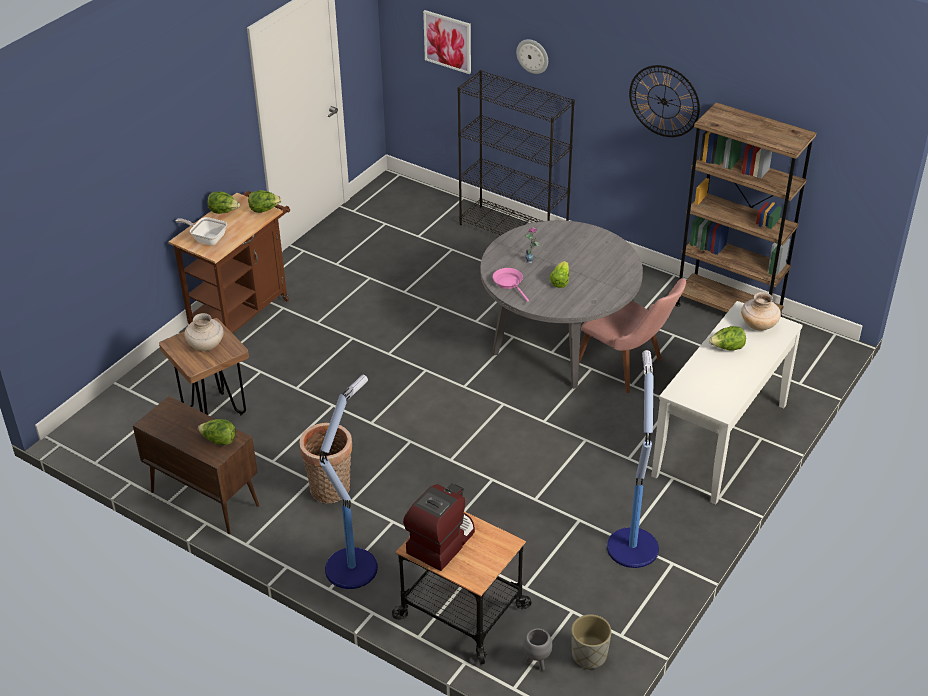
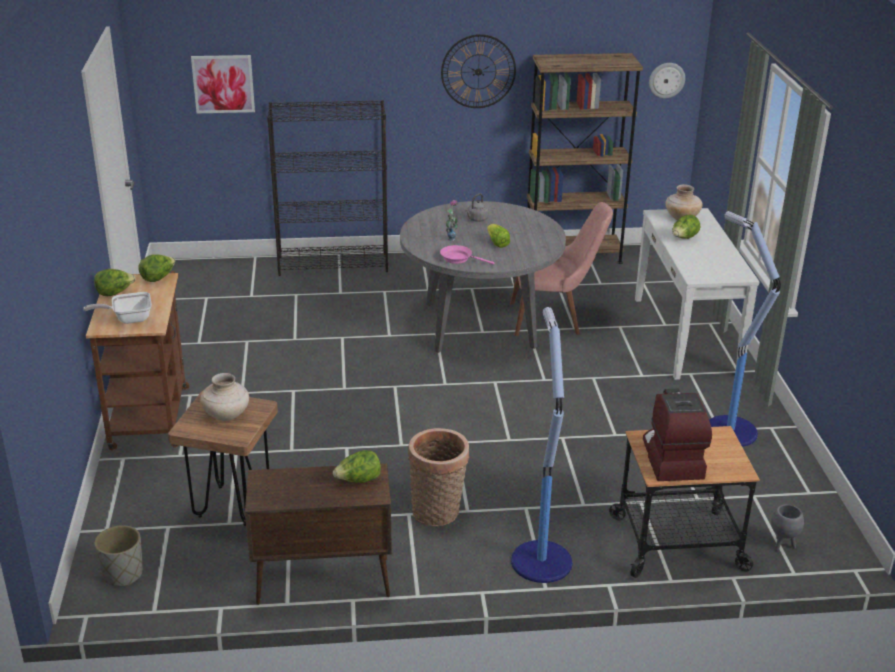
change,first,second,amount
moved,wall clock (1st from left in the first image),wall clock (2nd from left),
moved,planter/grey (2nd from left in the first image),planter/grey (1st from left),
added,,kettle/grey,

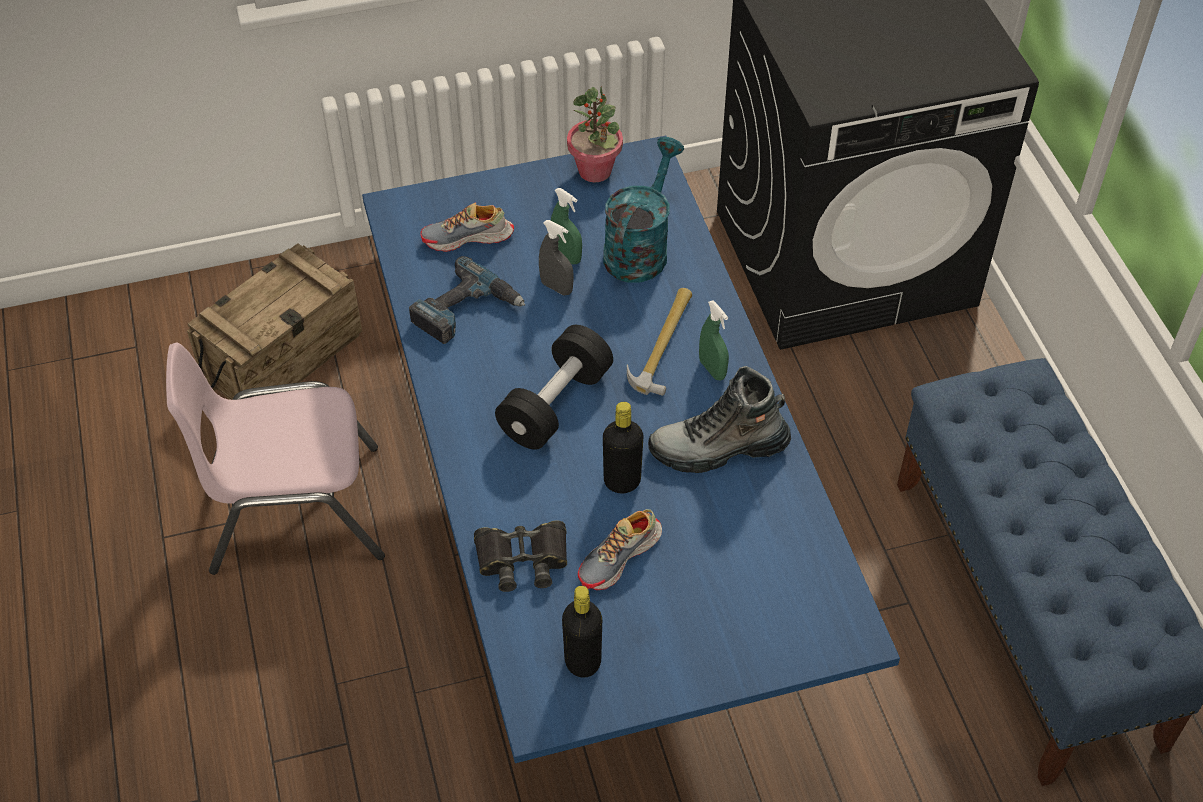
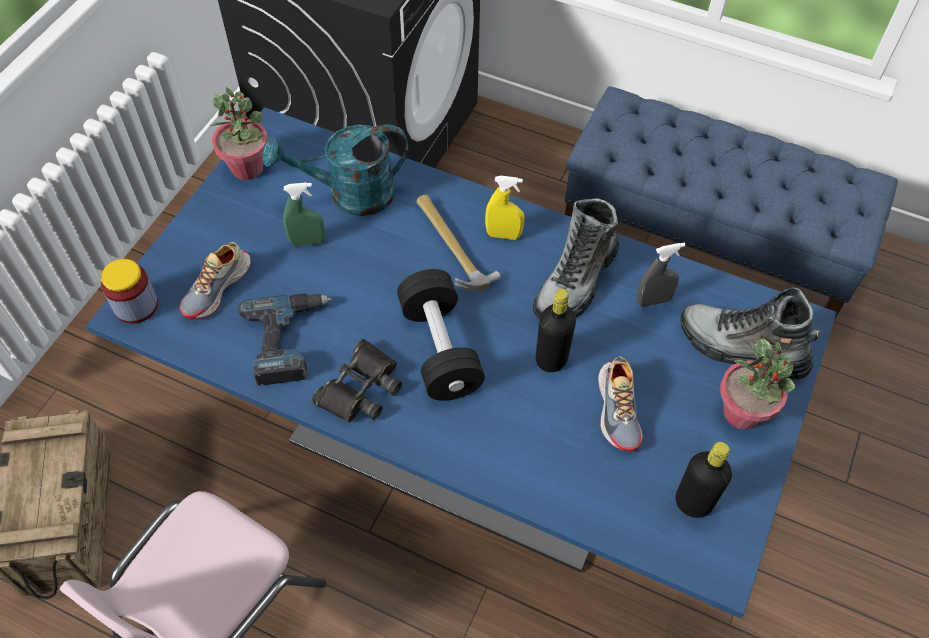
change,first,second,amount
turned,watering can/turquoise,,75 degrees counterclockwise
moved,spray bottle/grey,,
recoloured,spray bottle/green (2nd from left),spray bottle/yellow,
moved,binoculars/black,,
added,,jar,
added,,boot (2nd from left),
added,,potted plant (2nd from left),

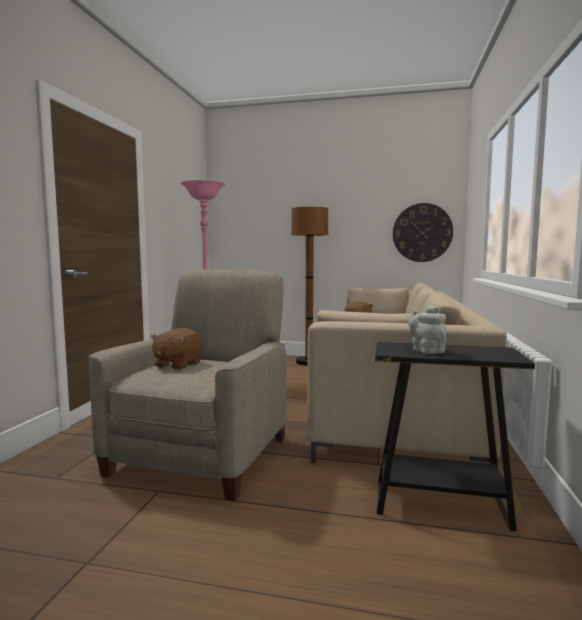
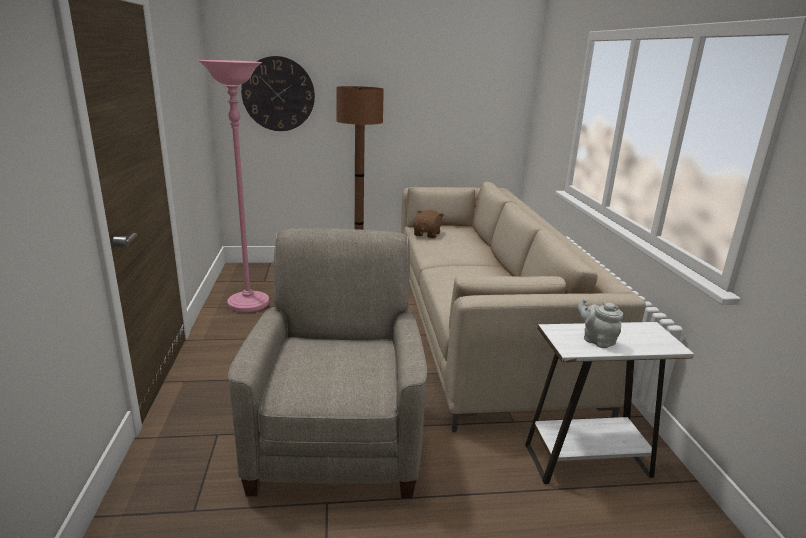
change,first,second,amount
moved,wall clock,,
removed,plush toy/brown (1st from left),,
recoloured,side table/black,side table/white,

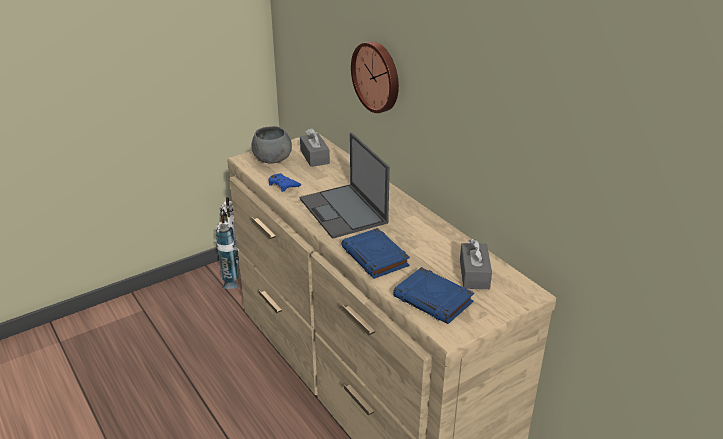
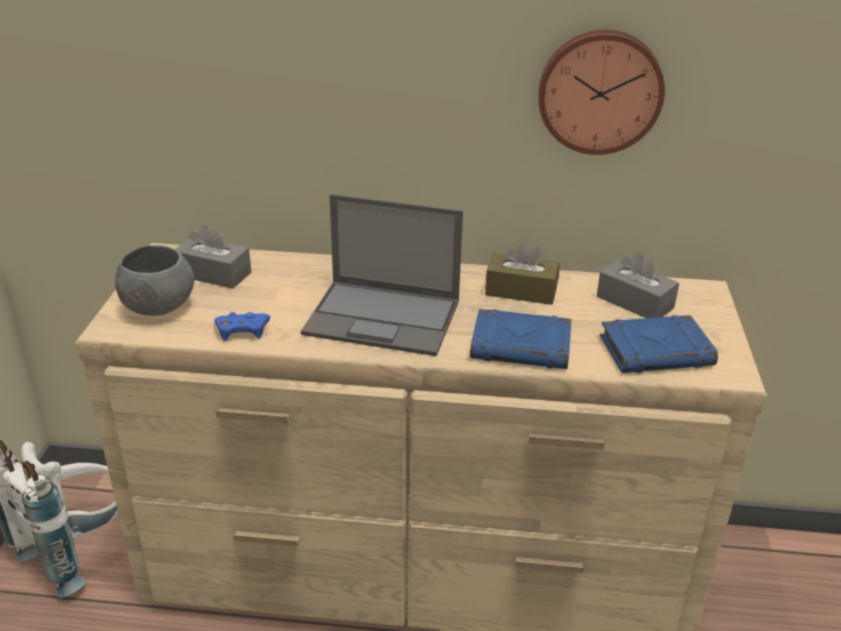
change,first,second,amount
moved,wall clock,,
added,,tissue box/brown,

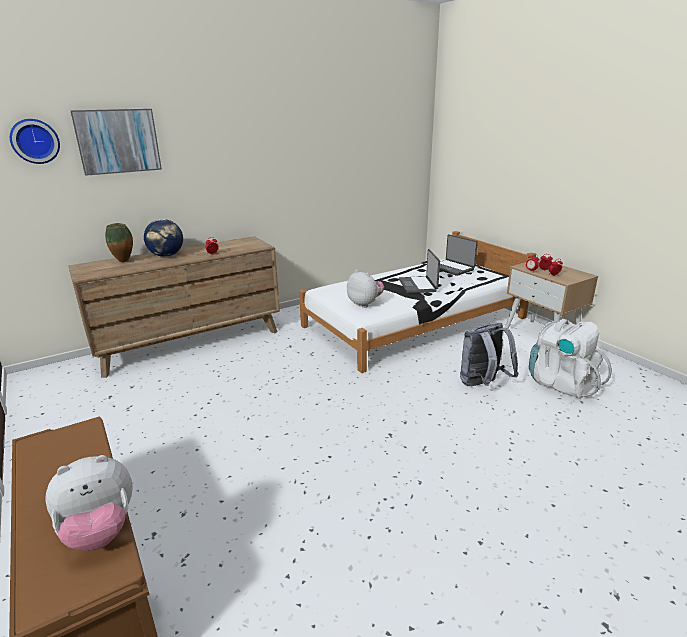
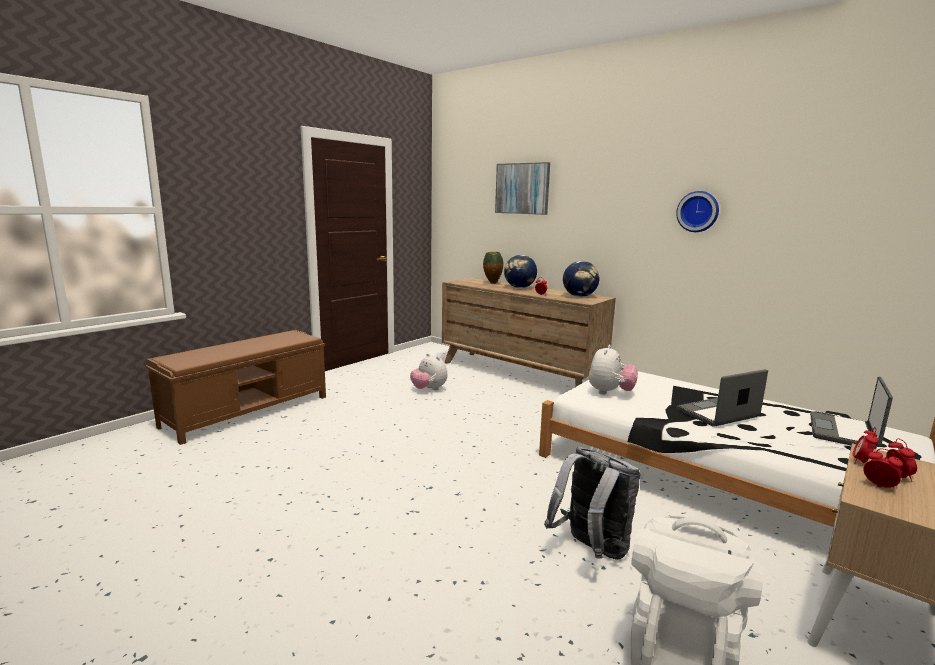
change,first,second,amount
moved,wall clock,,
moved,plush toy (1st from left),,
added,,globe (2nd from left),

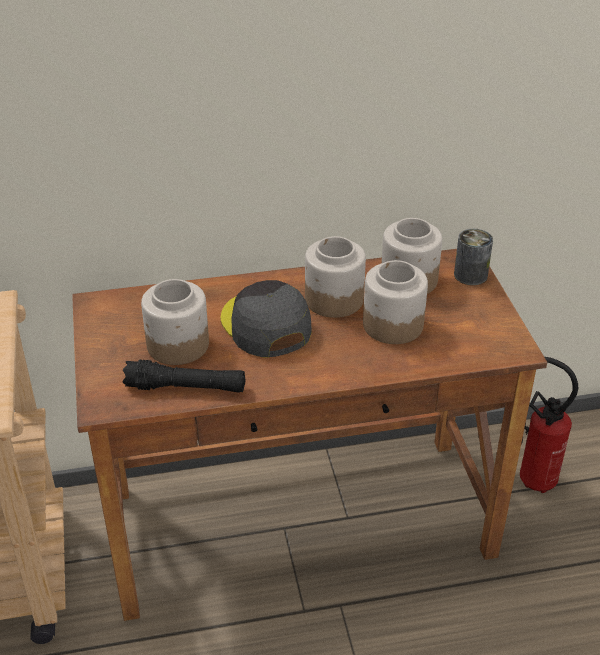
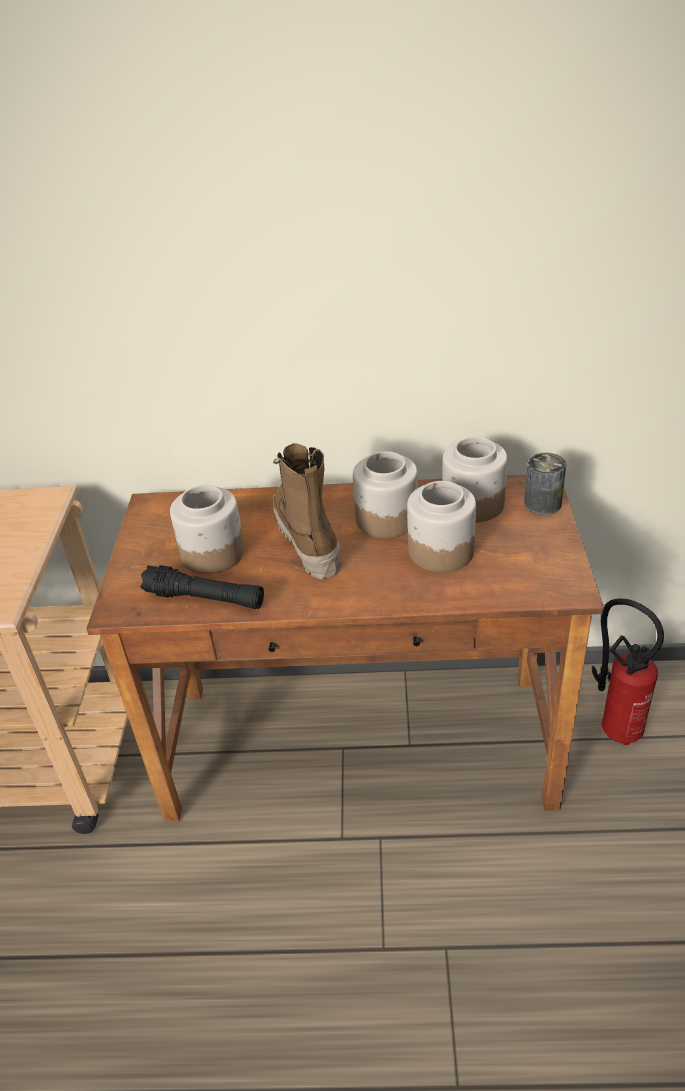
change,first,second,amount
replaced,cap/grey,boot,

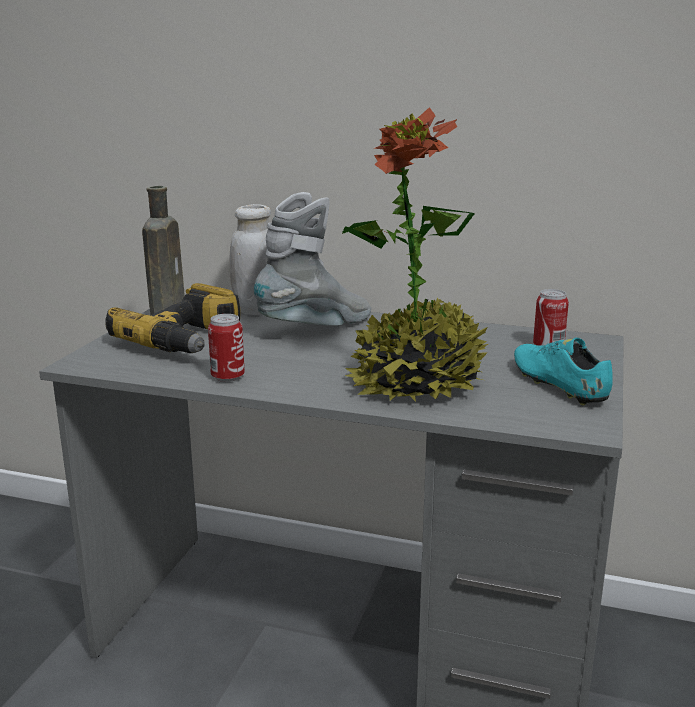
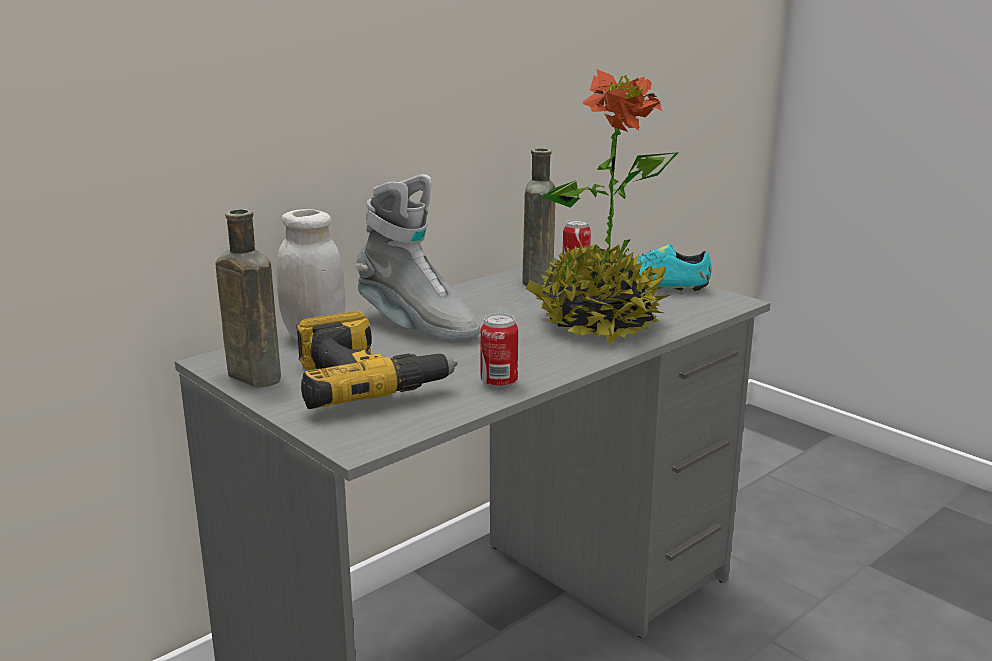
change,first,second,amount
turned,boot/grey,,135 degrees clockwise
added,,bottle/brown (2nd from left),

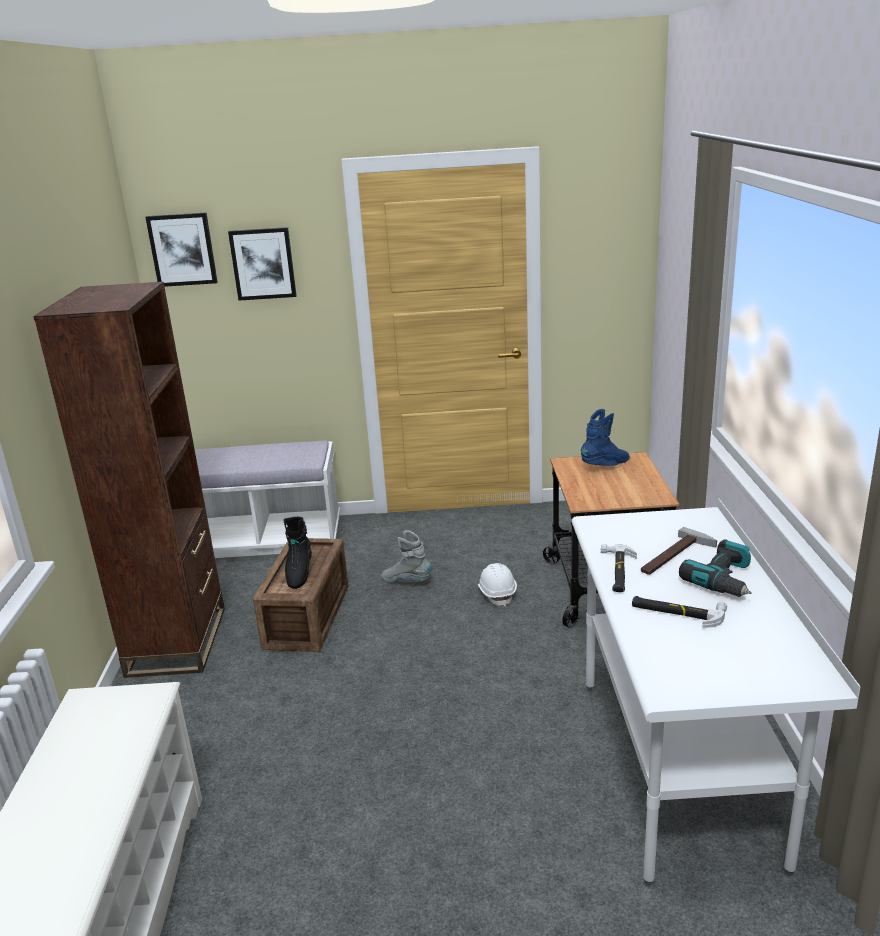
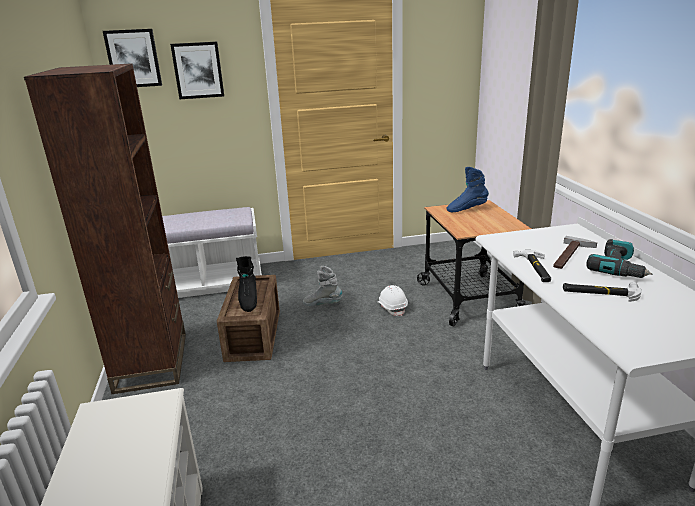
change,first,second,amount
turned,boot/blue,,150 degrees counterclockwise

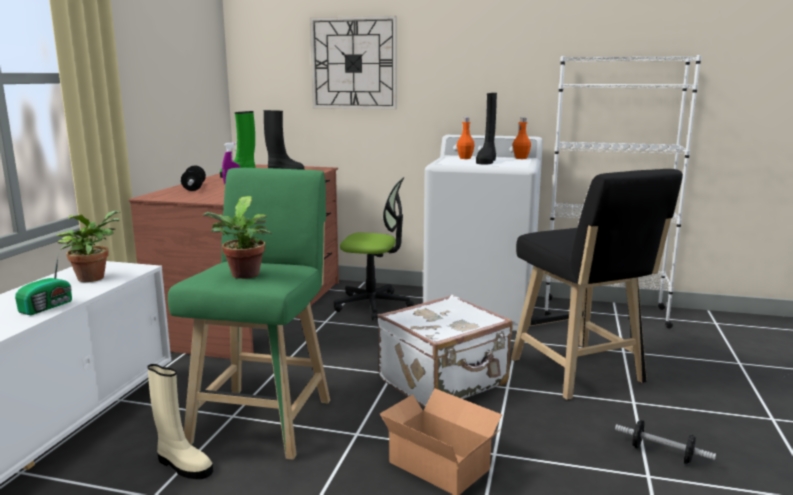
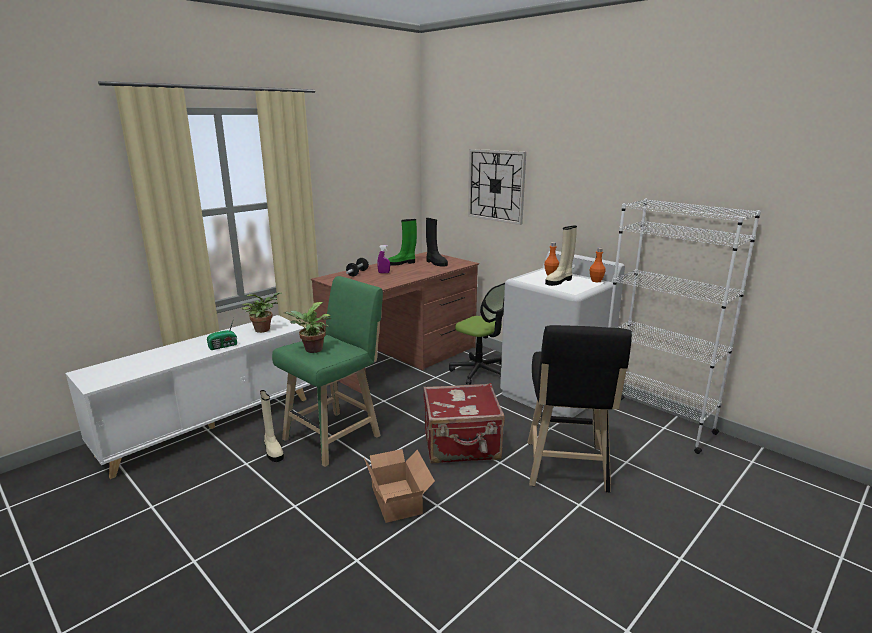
change,first,second,amount
recoloured,boot/black (2nd from left),boot/beige (2nd from left),
recoloured,suitcase/white,suitcase/red,
removed,dumbbell (2nd from left),,

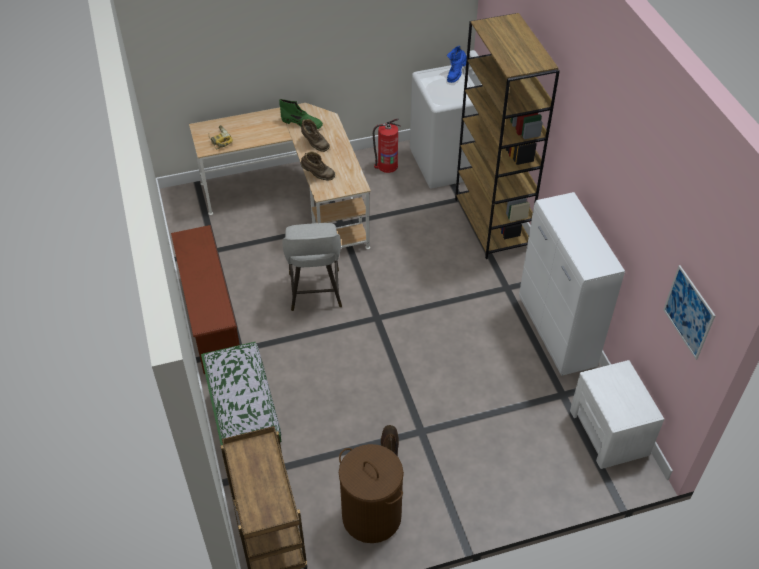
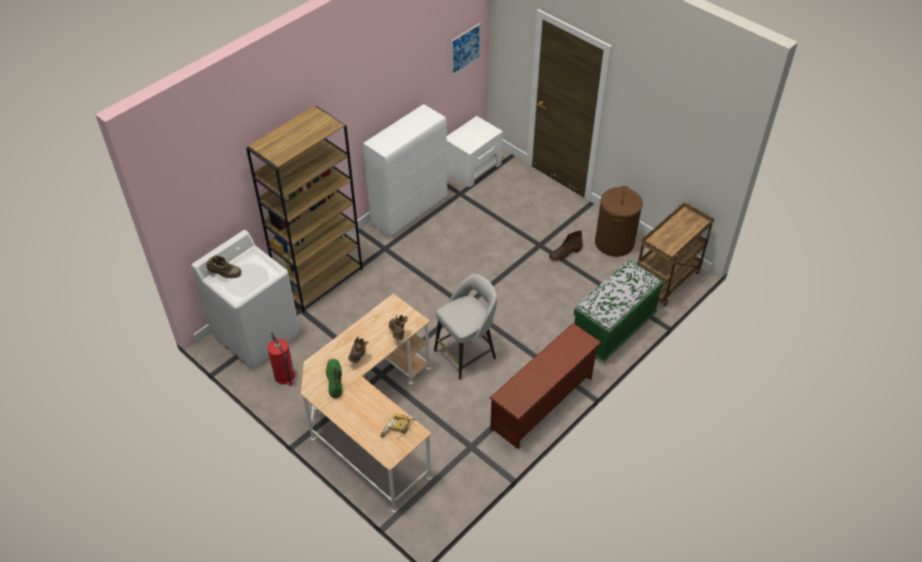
change,first,second,amount
recoloured,boot/blue,boot/brown (1st from left),

